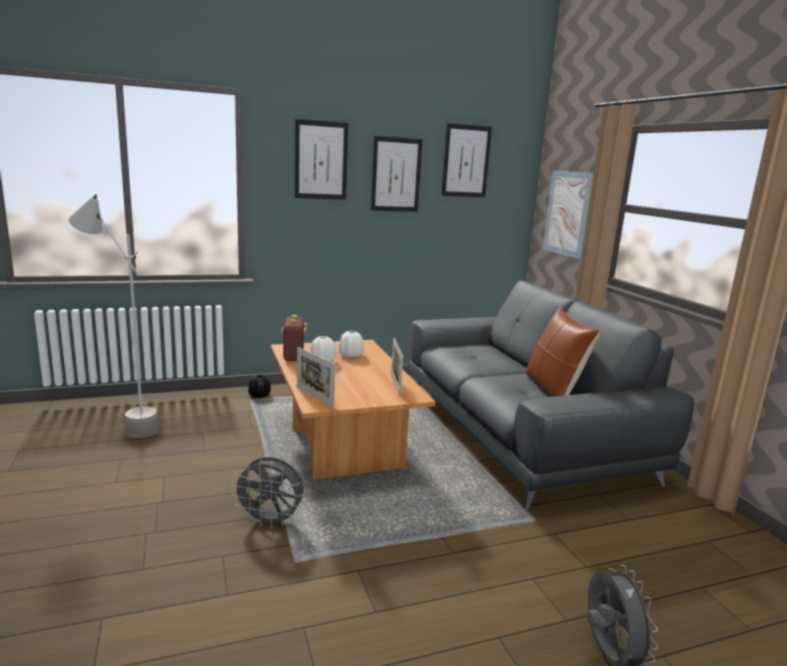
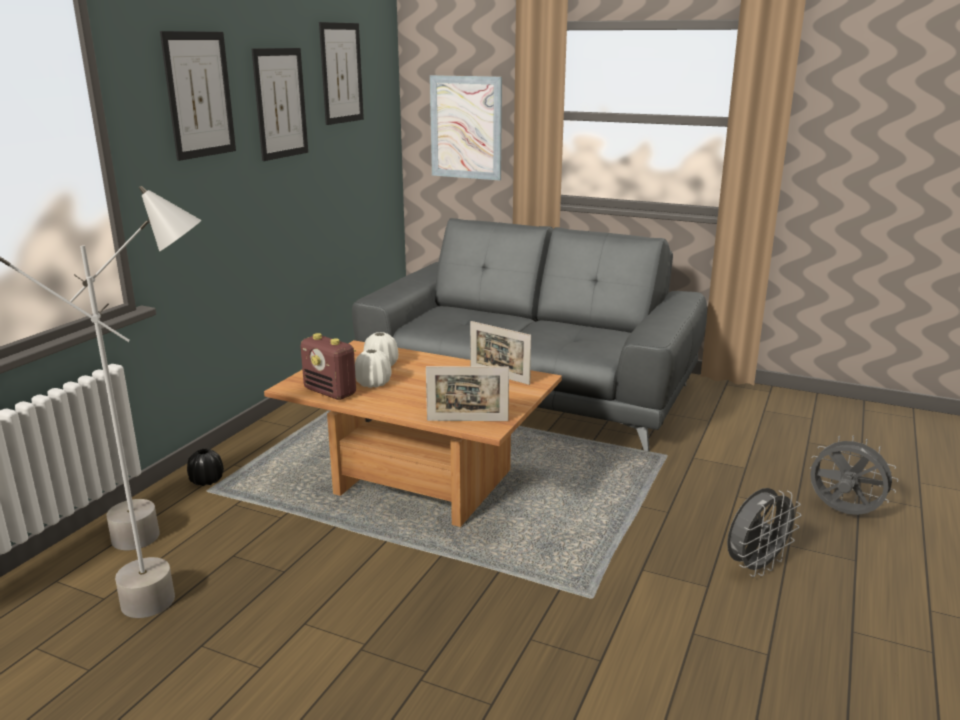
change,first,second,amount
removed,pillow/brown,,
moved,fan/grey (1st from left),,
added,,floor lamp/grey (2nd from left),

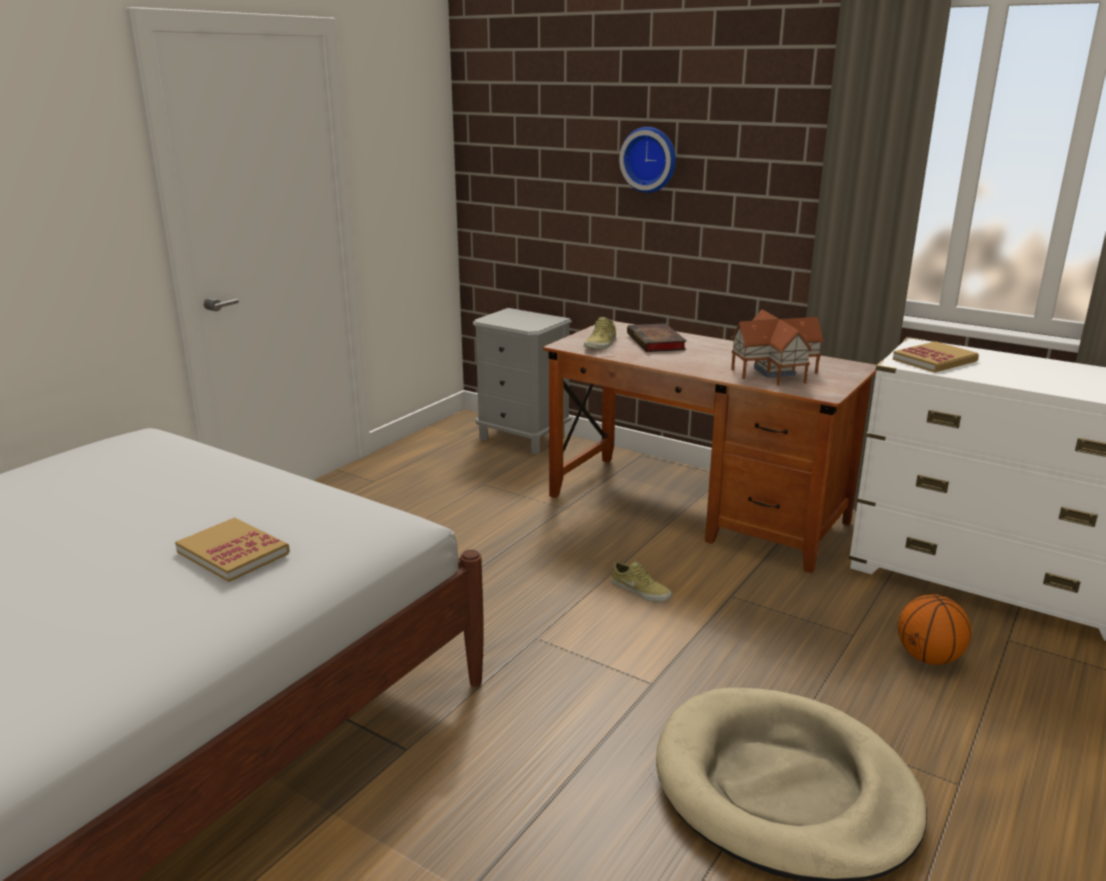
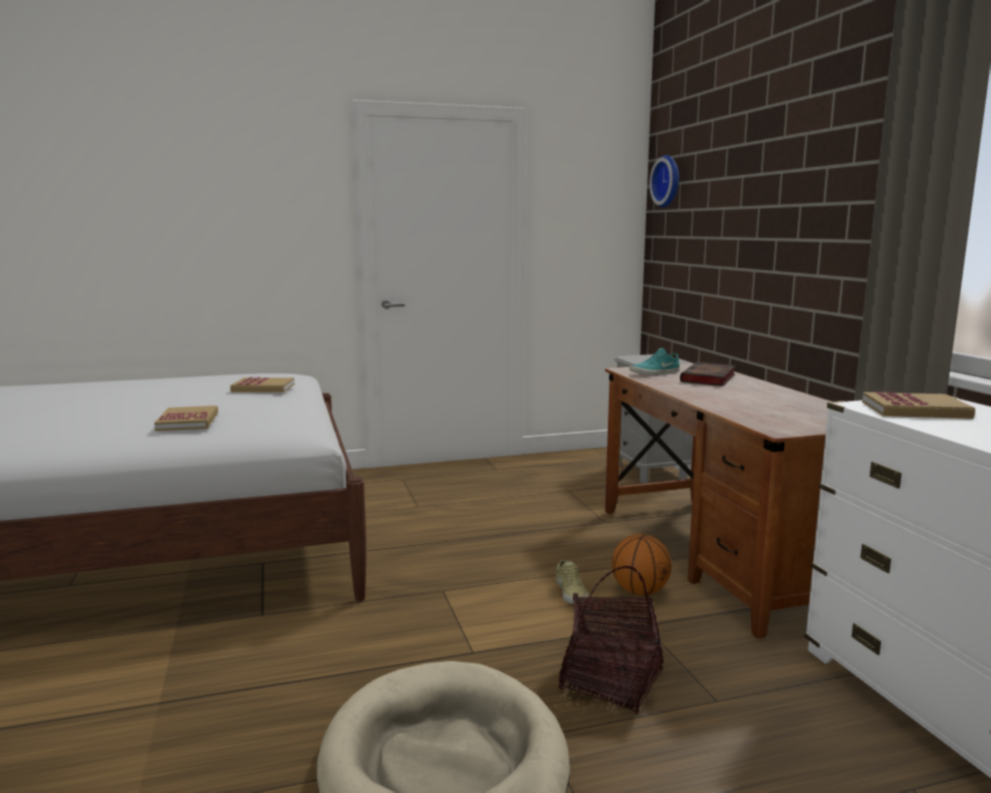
change,first,second,amount
moved,wall clock,,
removed,toy house,,
recoloured,shoe/beige (1st from left),shoe/turquoise,
moved,basketball,,
added,,book (2nd from left),
added,,basket,

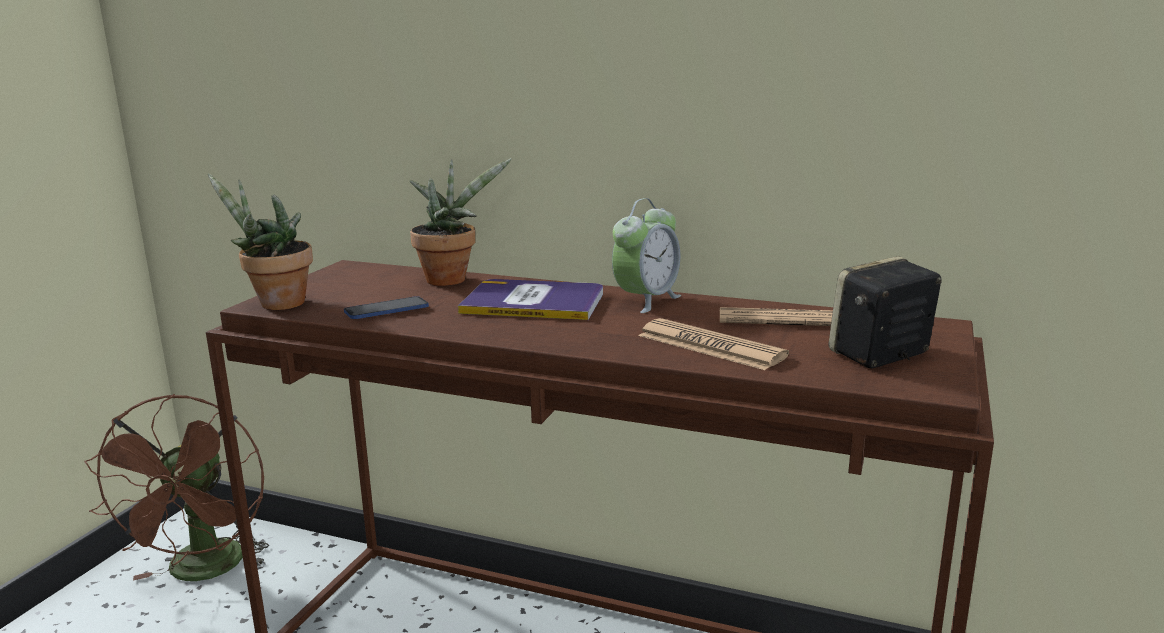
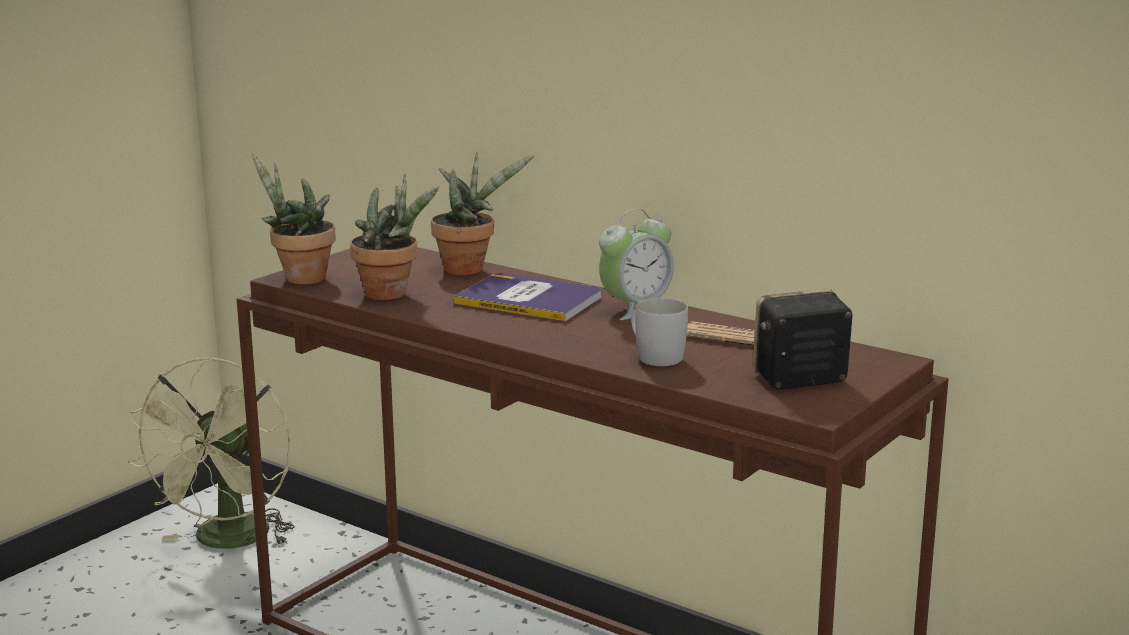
change,first,second,amount
replaced,phone,potted plant (2nd from left),
replaced,newspaper (1st from left),mug/white,
recoloured,fan/brown,fan/green,

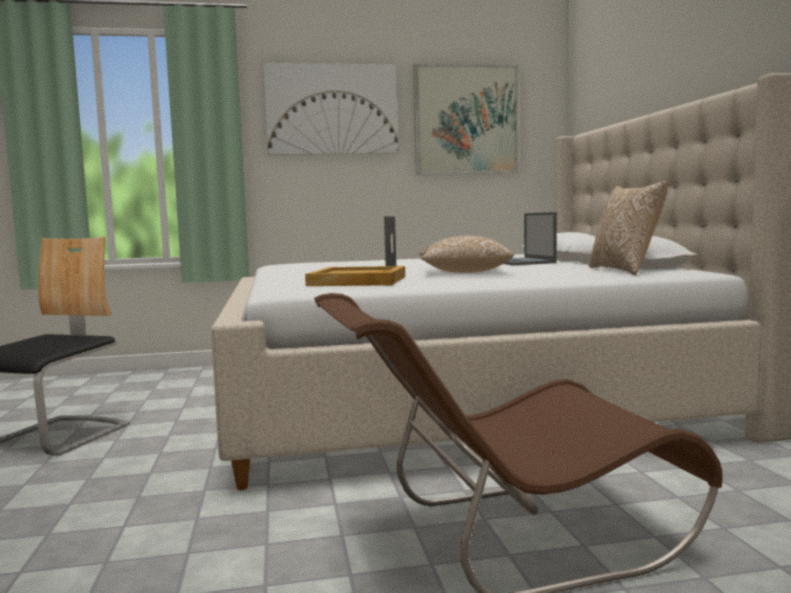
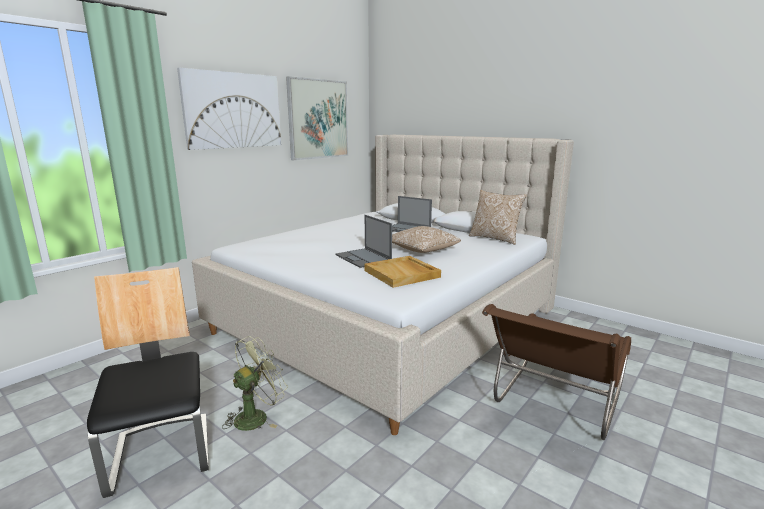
change,first,second,amount
added,,fan/green,

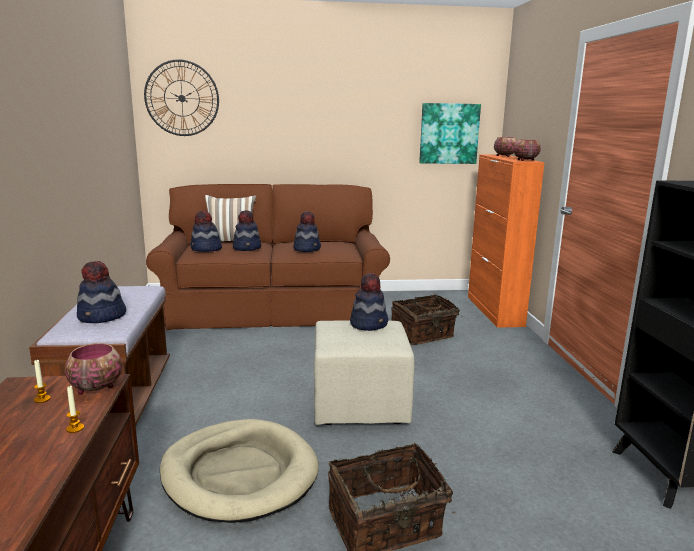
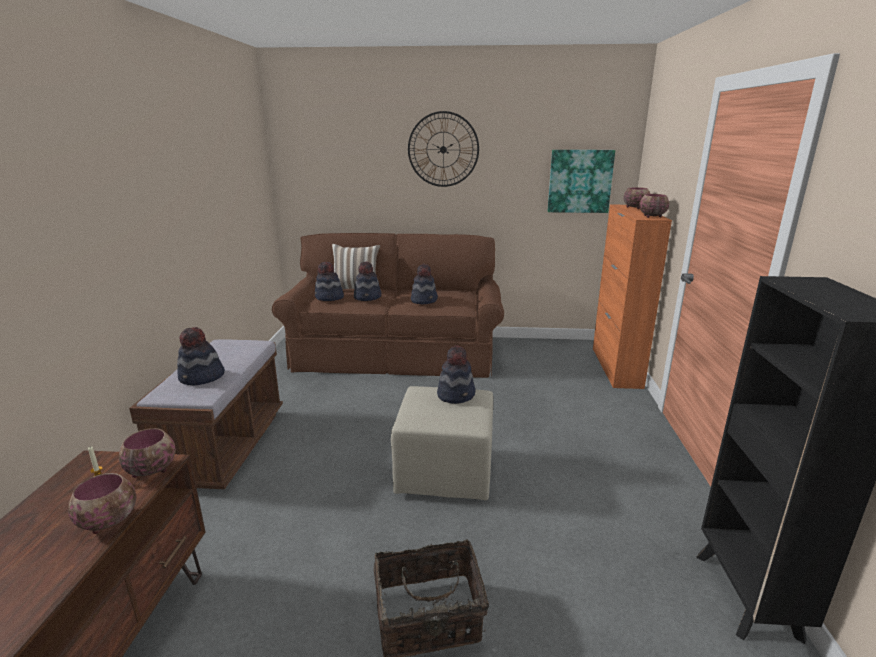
change,first,second,amount
moved,wall clock,,
removed,basket (2nd from left),,
replaced,candle (2nd from left),bowl (1st from left),
removed,dog bed/beige,,

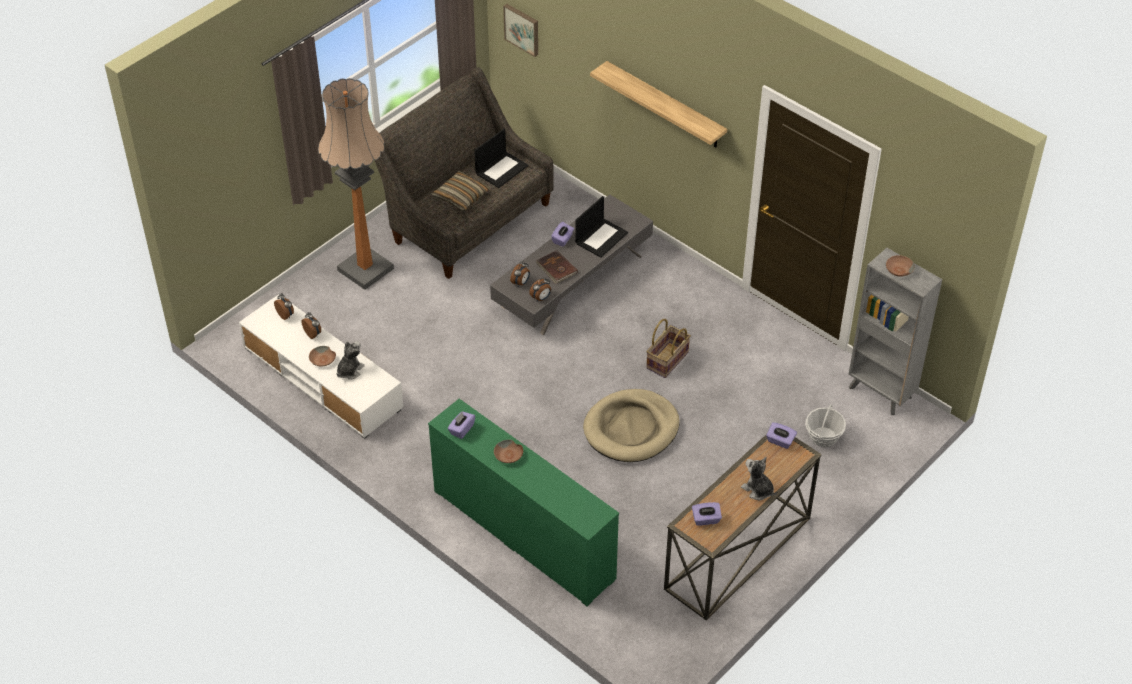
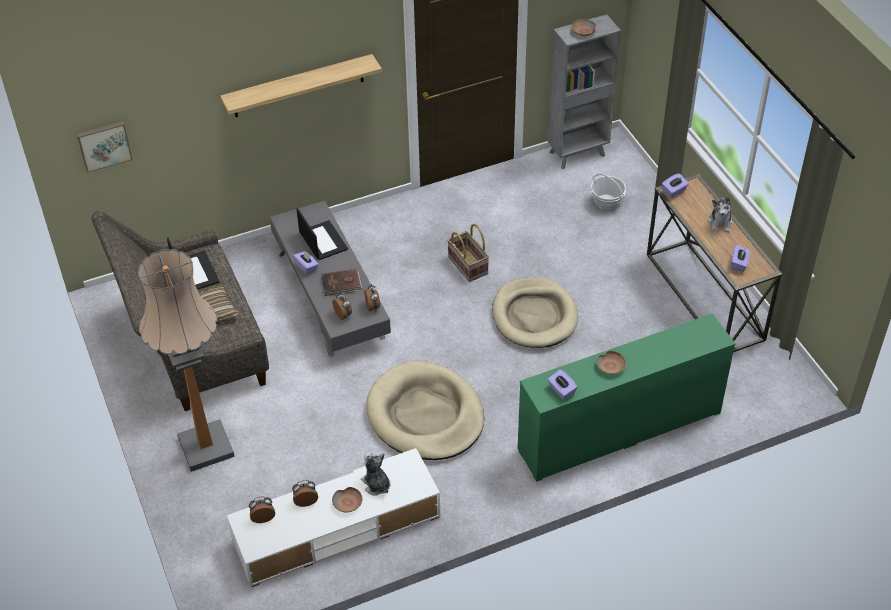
change,first,second,amount
turned,plush toy (2nd from left),,60 degrees counterclockwise
added,,dog bed/beige (1st from left),

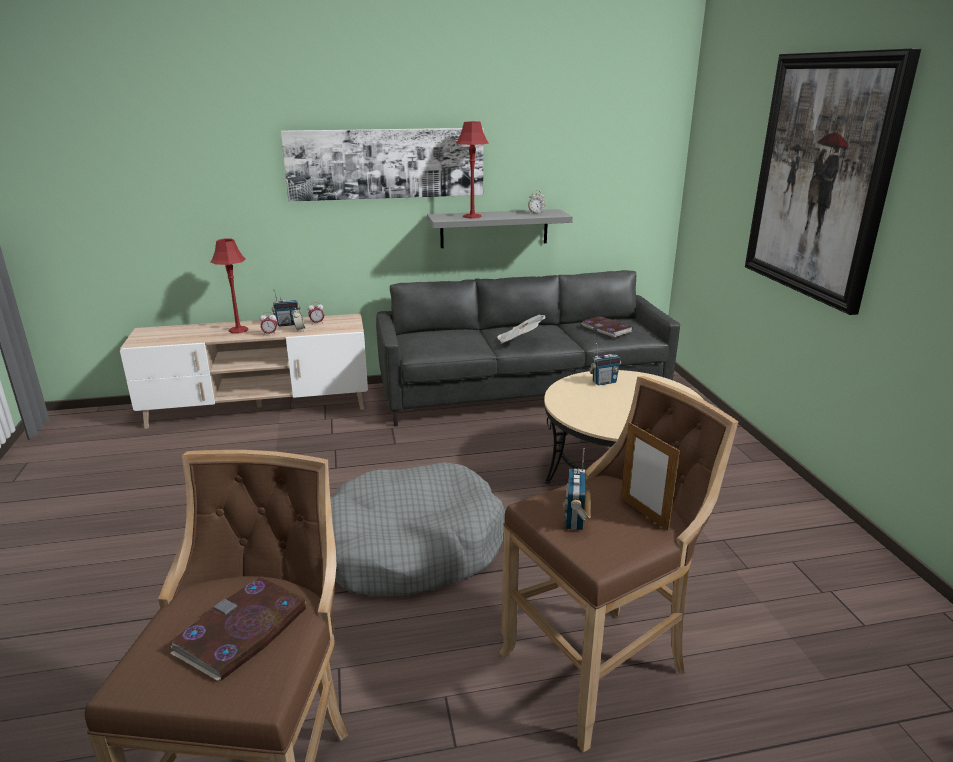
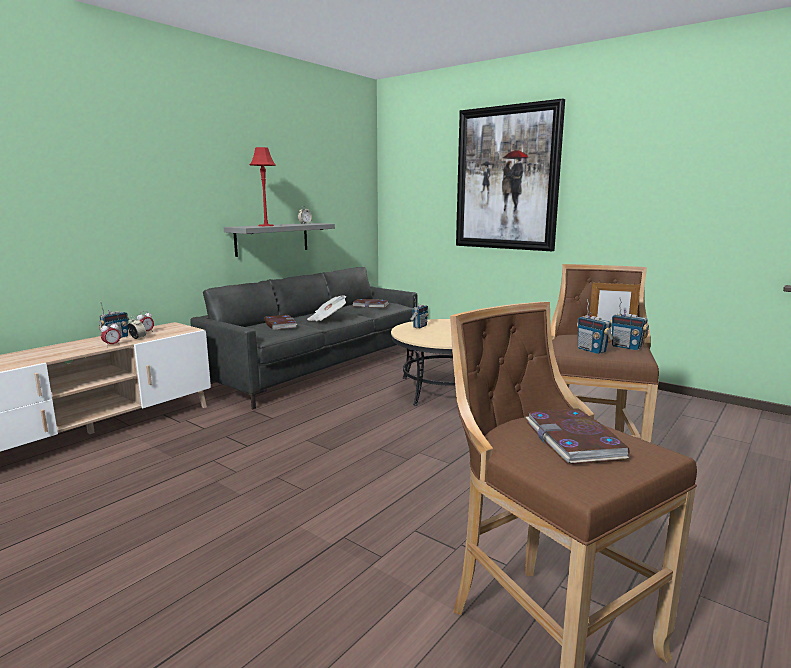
change,first,second,amount
removed,picture (1st from left),,
removed,table lamp/red (1st from left),,
removed,dog bed/grey,,
added,,radio (4th from left),
added,,book (1st from left),

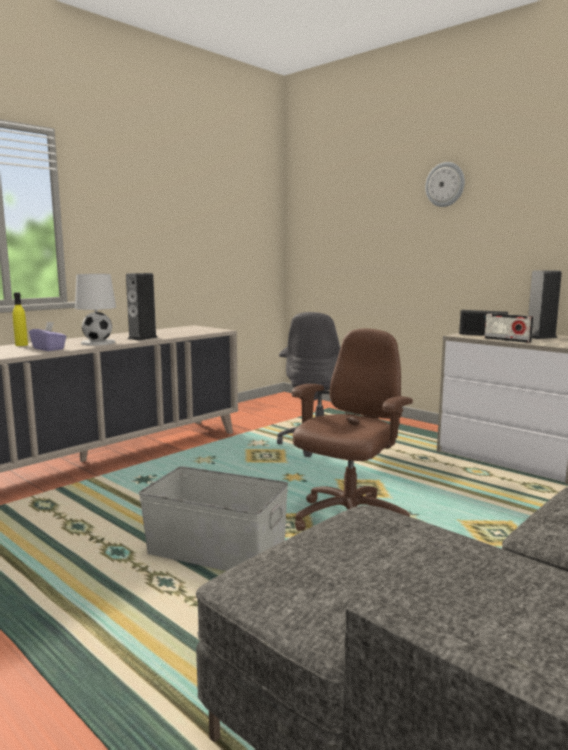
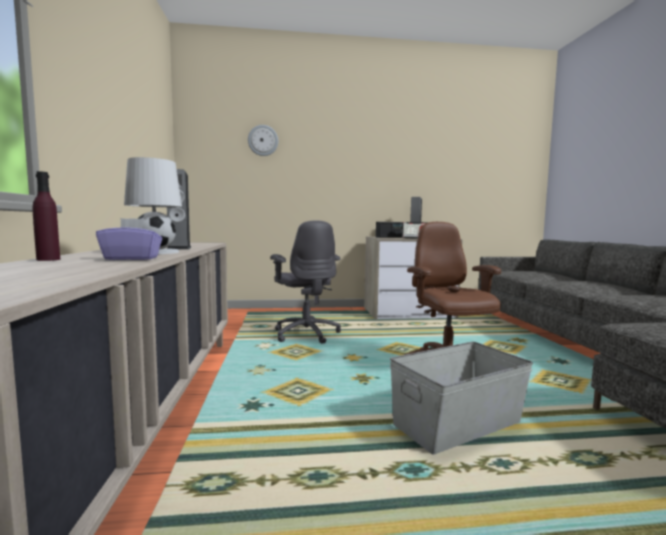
change,first,second,amount
moved,wall clock,,
recoloured,bottle/yellow,bottle/purple,

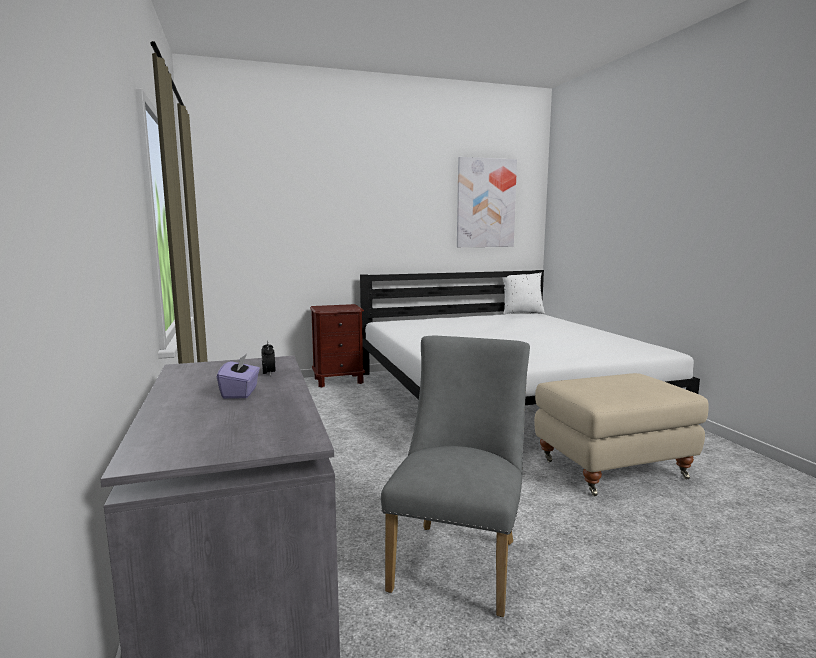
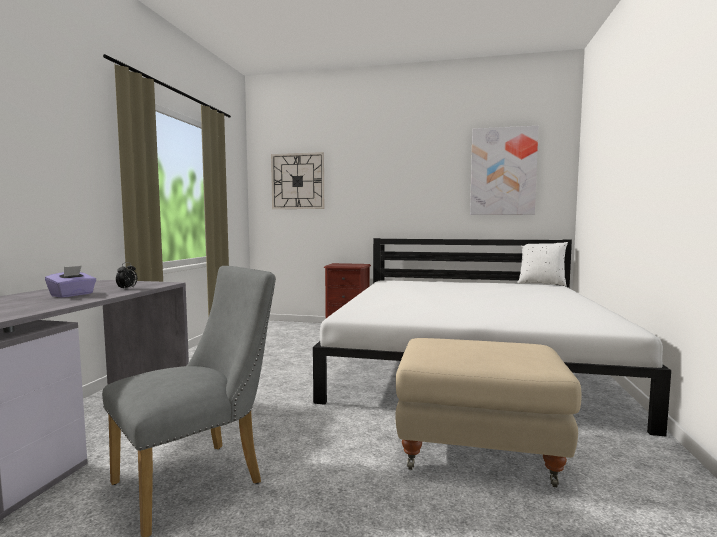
change,first,second,amount
added,,wall clock,

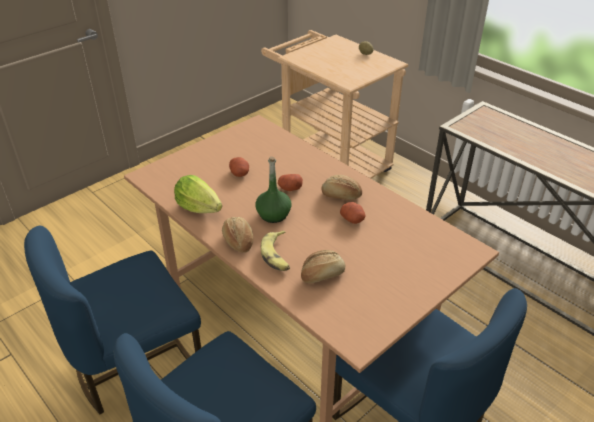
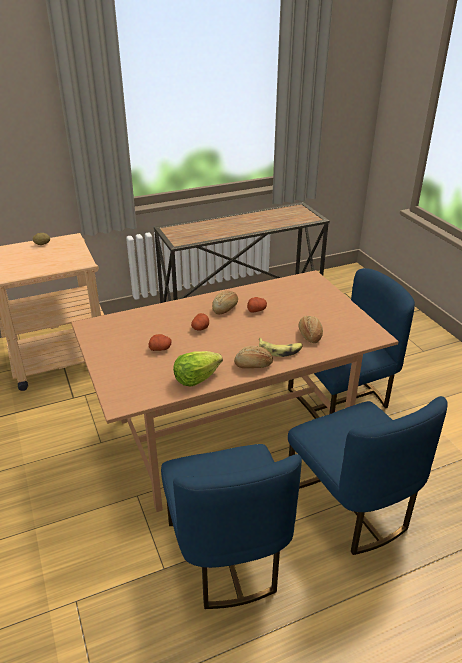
change,first,second,amount
removed,bottle/green,,

